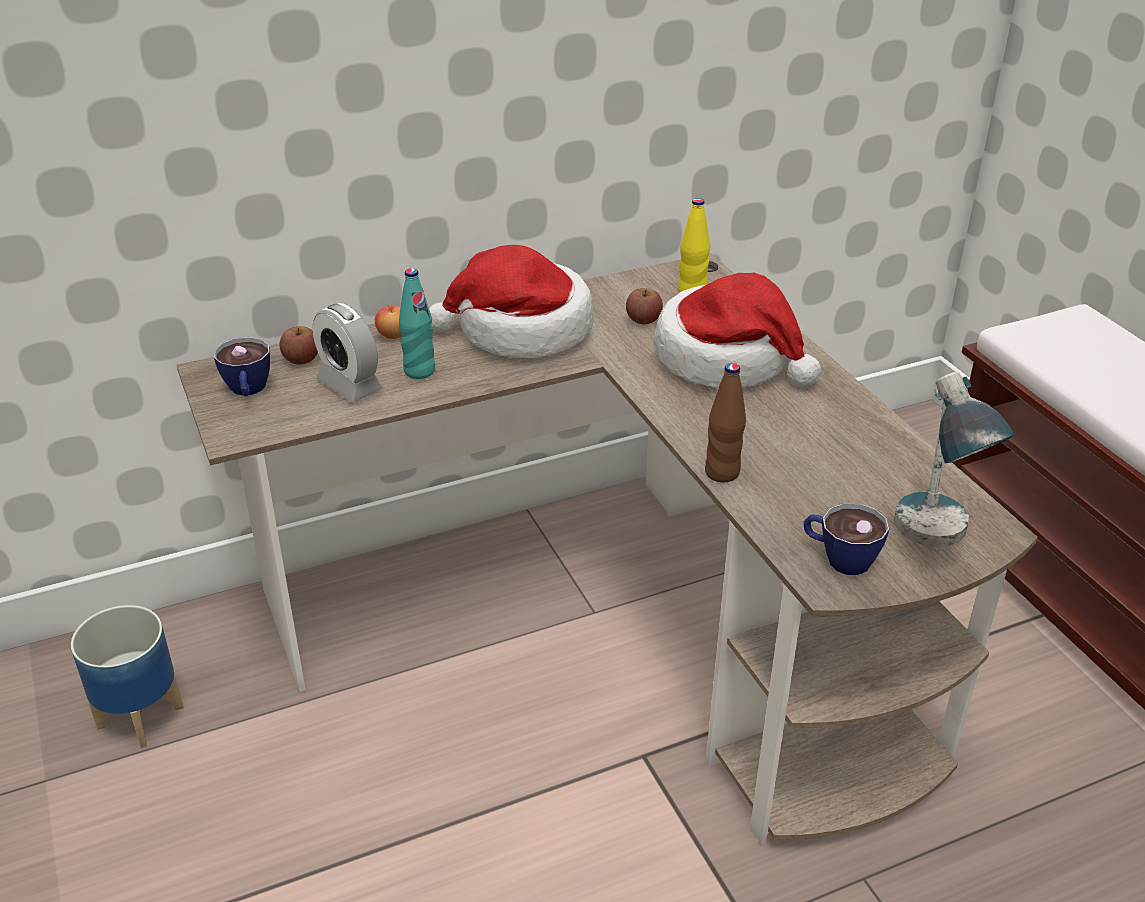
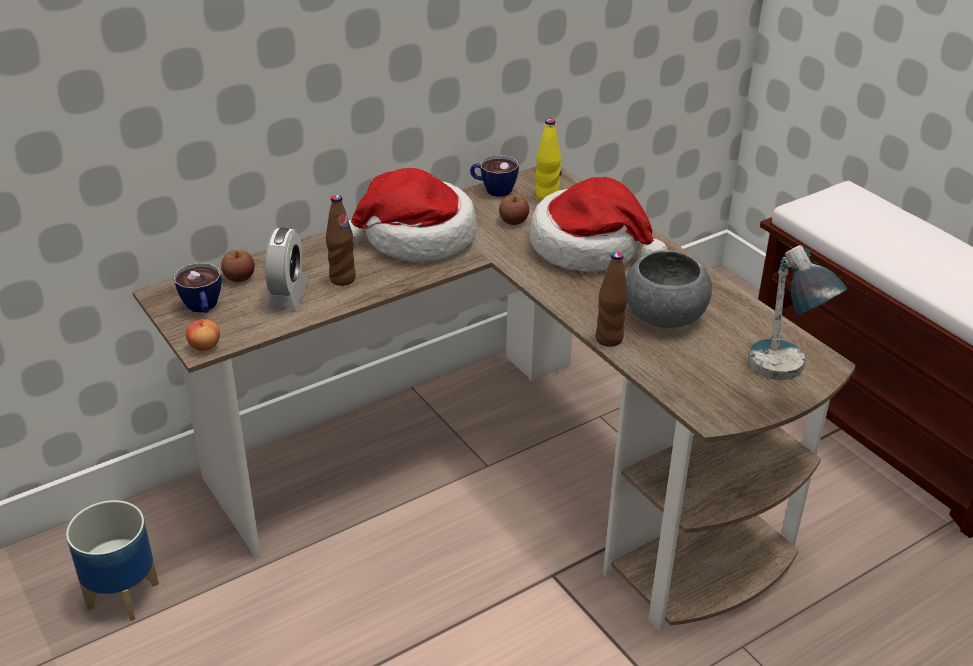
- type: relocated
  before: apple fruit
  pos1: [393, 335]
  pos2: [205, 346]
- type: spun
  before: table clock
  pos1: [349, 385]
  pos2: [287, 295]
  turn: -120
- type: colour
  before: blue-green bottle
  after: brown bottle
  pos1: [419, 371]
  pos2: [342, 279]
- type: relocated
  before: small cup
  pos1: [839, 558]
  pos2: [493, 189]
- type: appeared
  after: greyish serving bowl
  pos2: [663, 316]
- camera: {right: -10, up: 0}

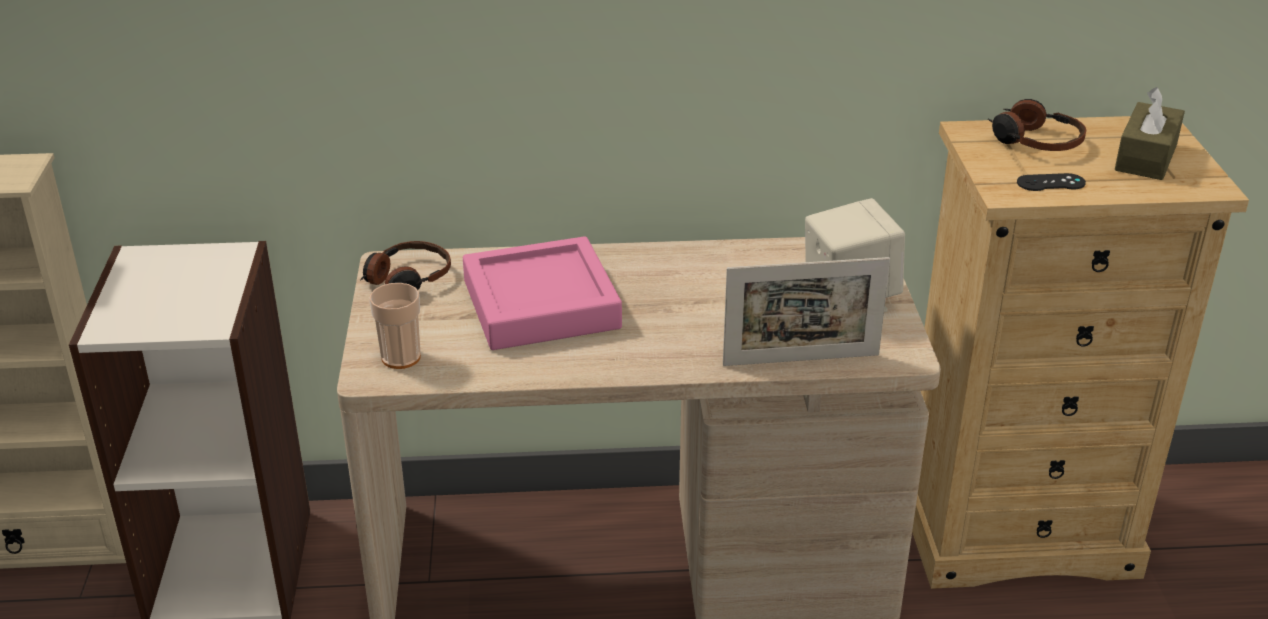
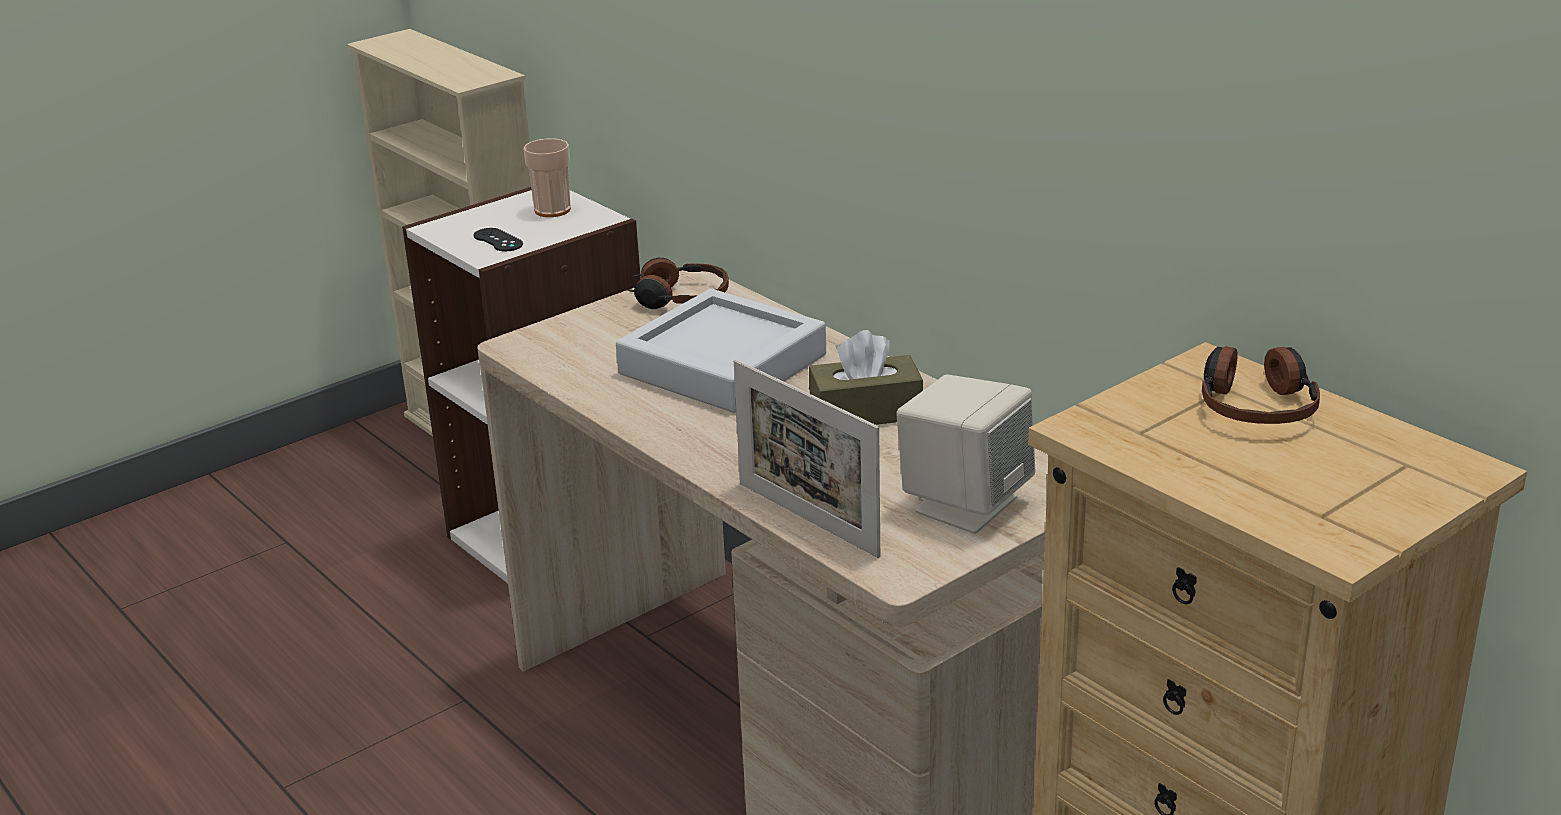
- type: relocated
  before: black game controller
  pos1: [1051, 183]
  pos2: [498, 240]
- type: relocated
  before: small cup
  pos1: [401, 358]
  pos2: [552, 210]
- type: colour
  before: pink carrying tray
  after: greyish carrying tray
  pos1: [541, 304]
  pos2: [722, 364]
- type: relocated
  before: brown tissue box
  pos1: [1146, 157]
  pos2: [865, 412]
- camera: {right: 55, up: -5}

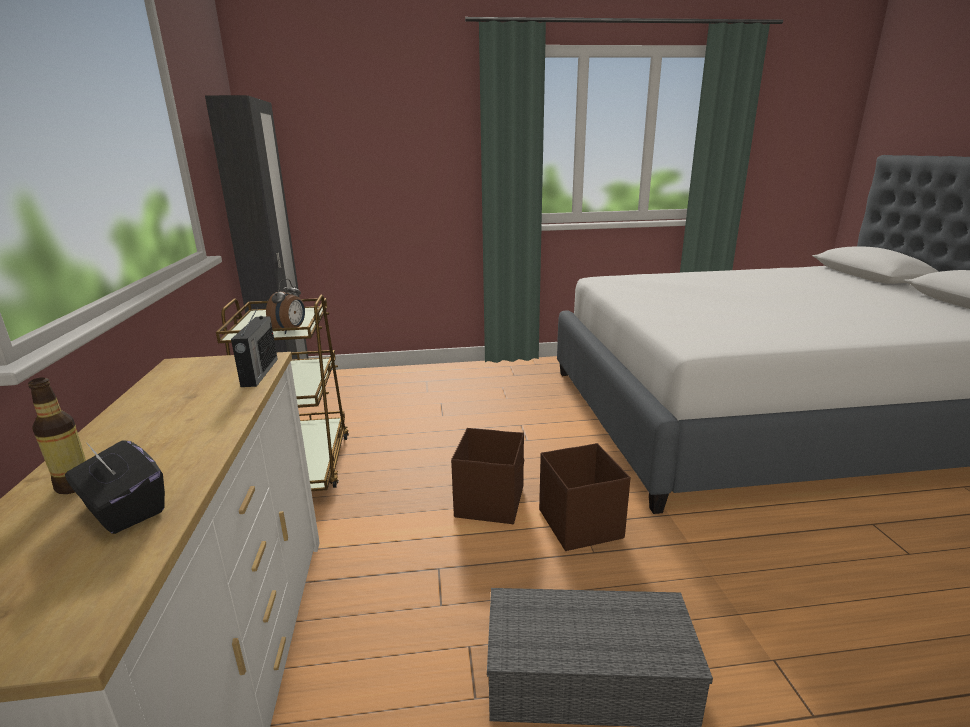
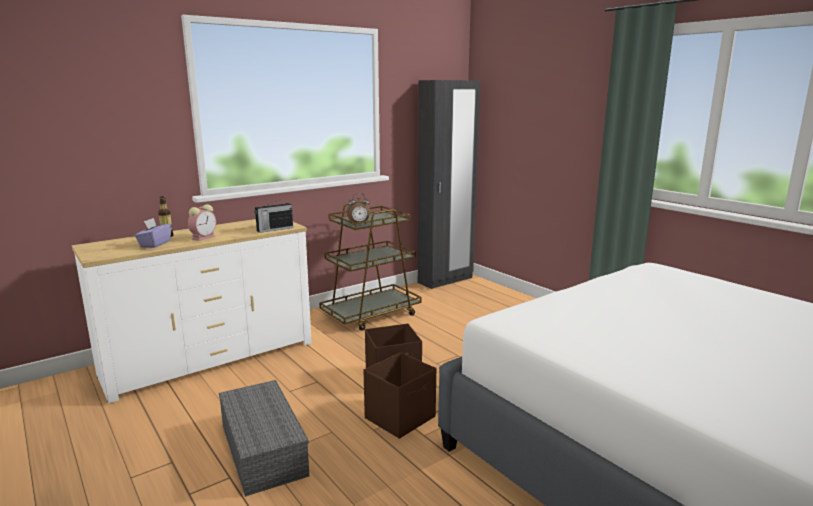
- type: colour
  before: black tissue box
  after: purple tissue box
  pos1: [123, 509]
  pos2: [155, 244]
- type: appeared
  after: table clock
  pos2: [204, 237]
- camera: {right: 60, up: -5}

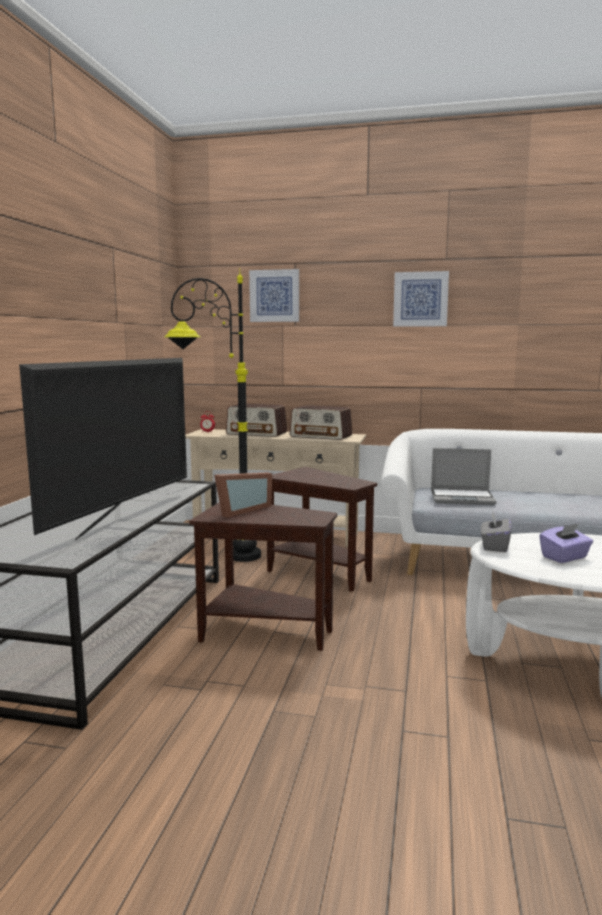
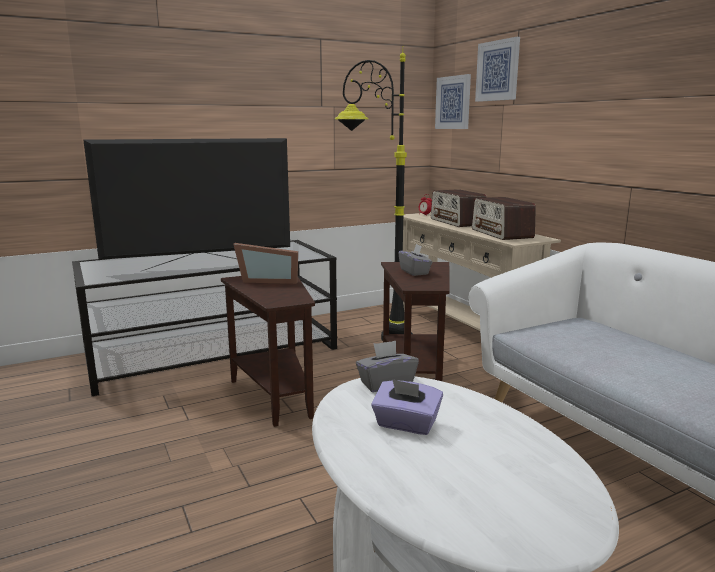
- type: appeared
  after: greyish tissue box
  pos2: [414, 272]
- type: relocated
  before: wall picture
  pos1: [420, 299]
  pos2: [453, 102]
- type: missing
  before: notebook computer
  pos1: [463, 498]
- camera: {right: 50, up: 5}

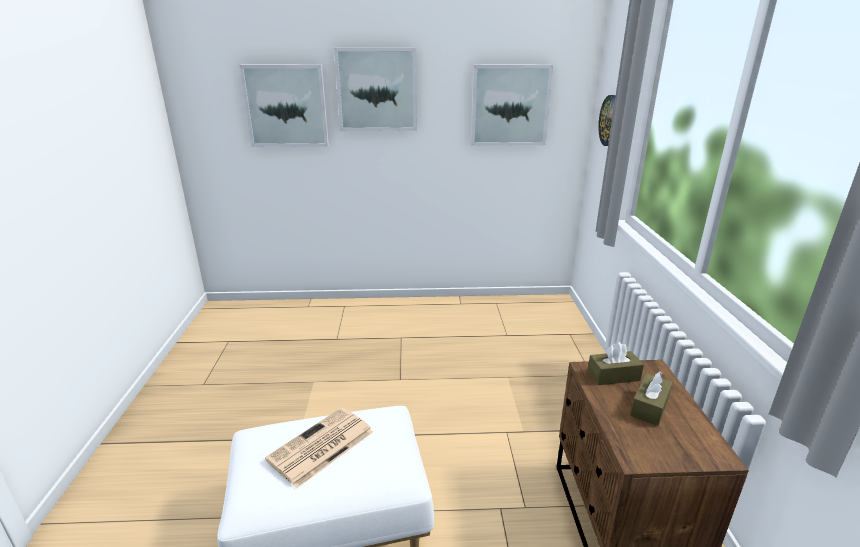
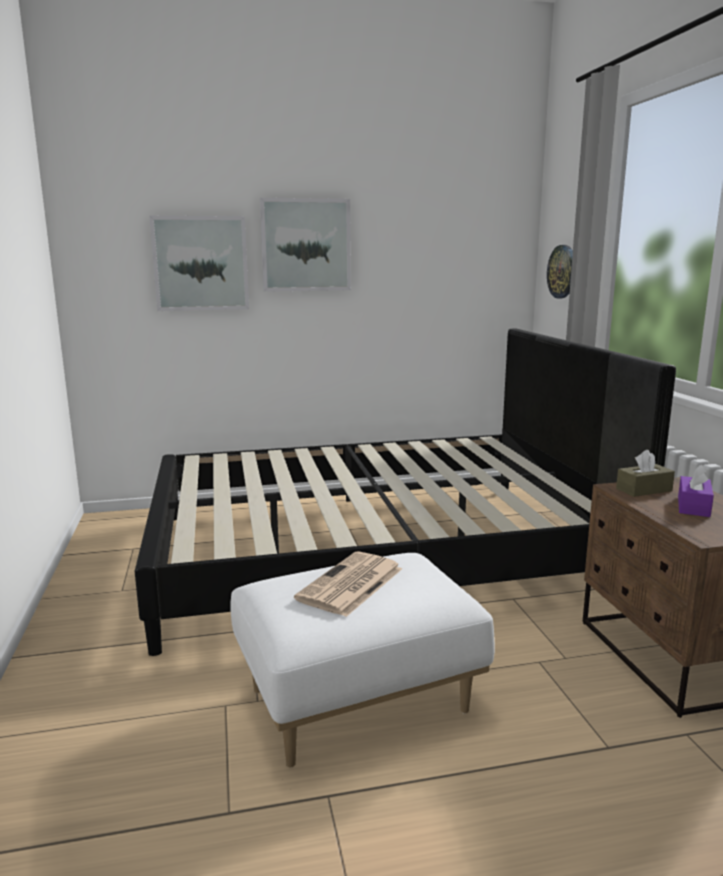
- type: appeared
  after: black sleeping bed
  pos2: [376, 552]
- type: colour
  before: brown tissue box
  after: purple tissue box
  pos1: [649, 407]
  pos2: [693, 506]
- type: missing
  before: wall picture
  pos1: [509, 105]
- camera: {right: -10, up: -10}

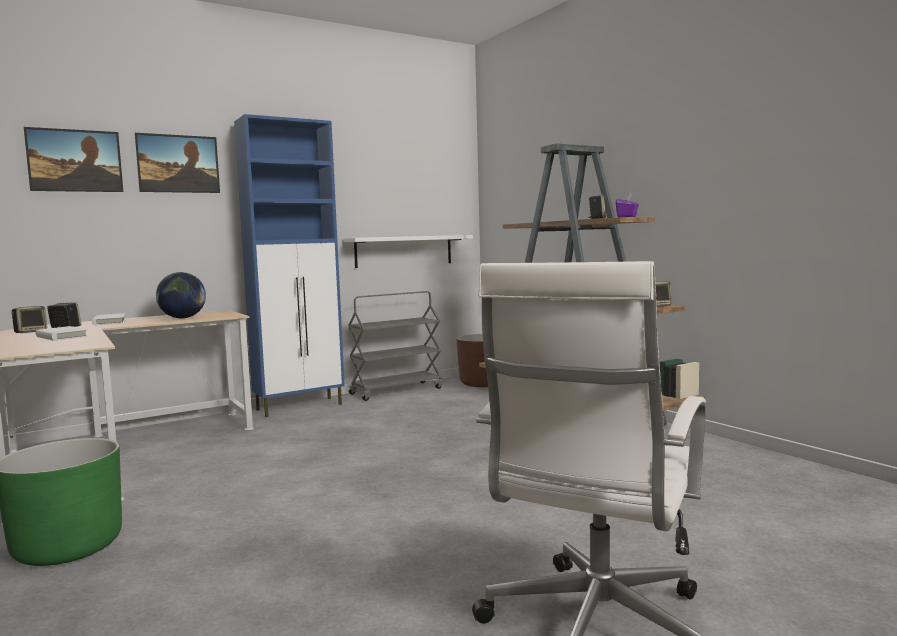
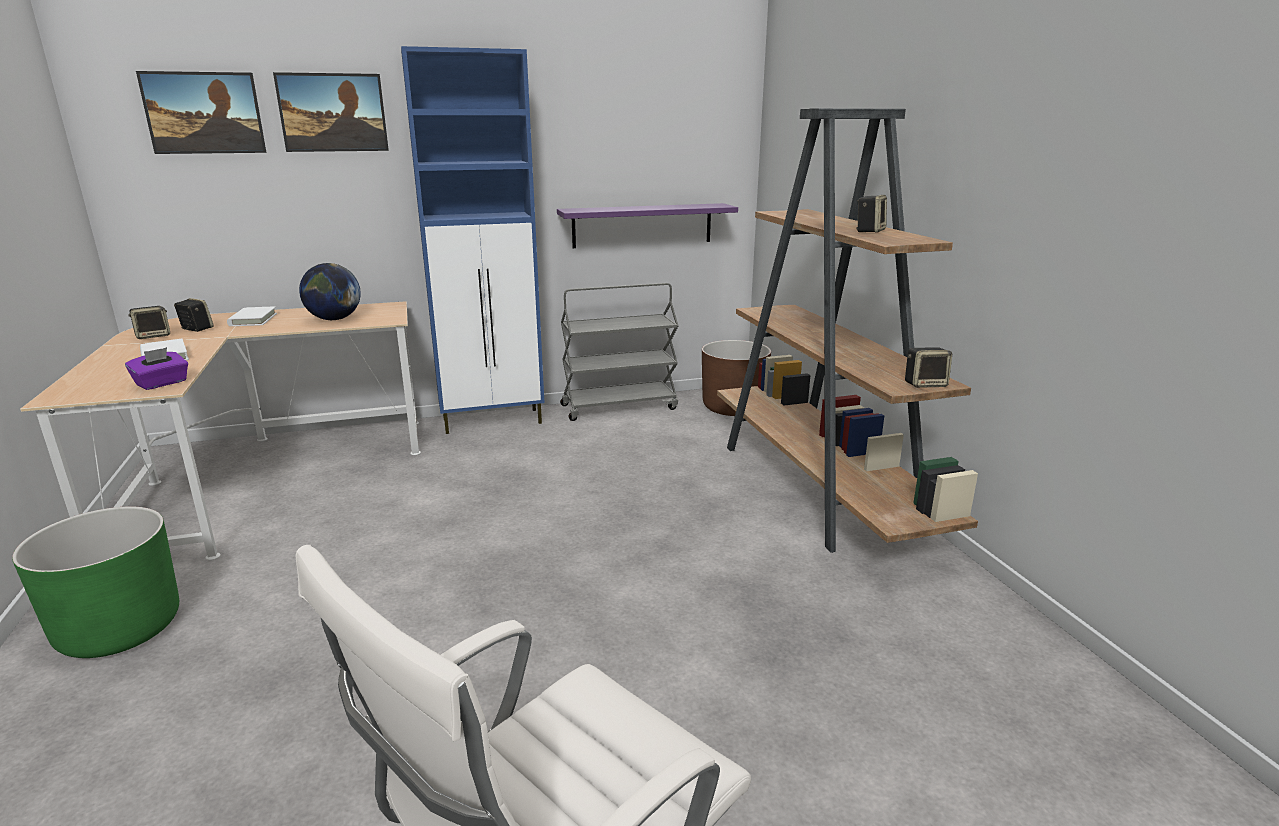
- type: relocated
  before: purple tissue box
  pos1: [627, 217]
  pos2: [162, 383]
- type: colour
  before: white-coloured bracket shelf
  after: purple bracket shelf
  pos1: [404, 251]
  pos2: [642, 225]
- camera: {right: 15, up: 15}

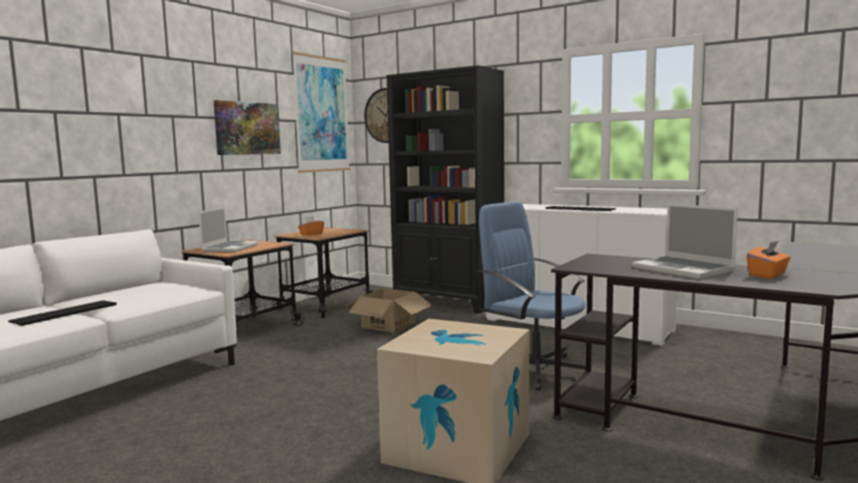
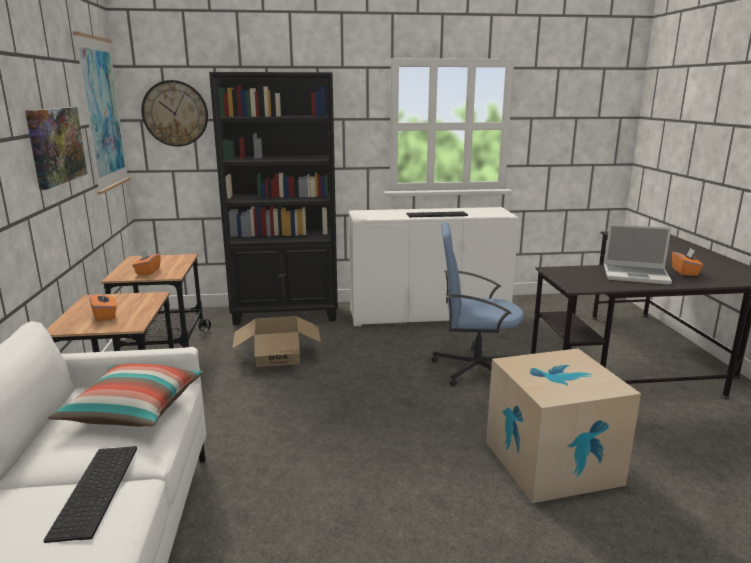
- type: appeared
  after: cushion
  pos2: [134, 410]
- type: exchanged
  before: notebook computer
  after: orange tissue box
  pos1: [230, 248]
  pos2: [105, 316]
- camera: {right: -40, up: 10}

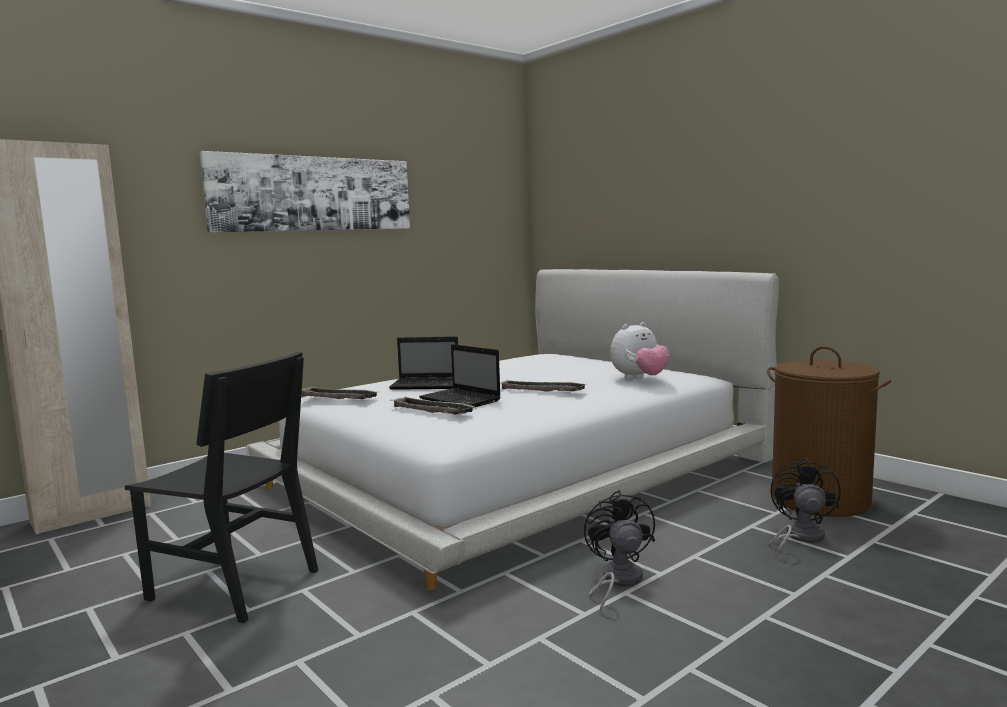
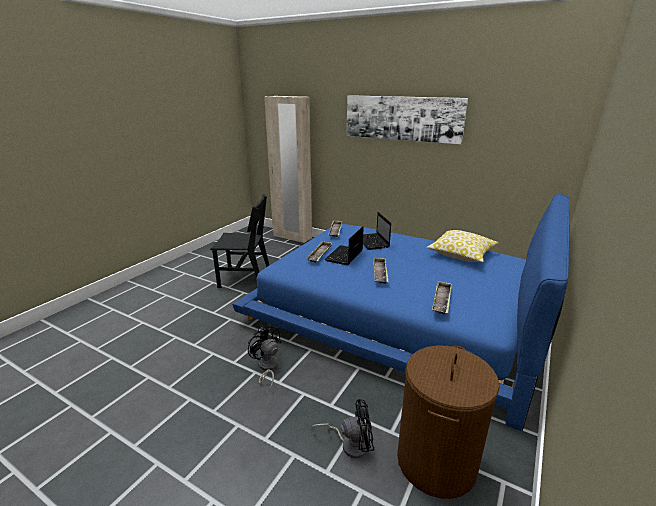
- type: spun
  before: black chair
  pos1: [234, 585]
  pos2: [245, 279]
  turn: -90
- type: colour
  before: white-coloured sleeping bed
  after: bluish sleeping bed
  pos1: [519, 471]
  pos2: [398, 312]
- type: spun
  before: black electric fan
  pos1: [617, 580]
  pos2: [267, 368]
  turn: -105
- type: appeared
  after: cushion
  pos2: [461, 254]
- type: exchanged
  before: plush toy
  after: carrying tray
  pos1: [639, 378]
  pos2: [441, 300]
- camera: {right: 70, up: 15}

